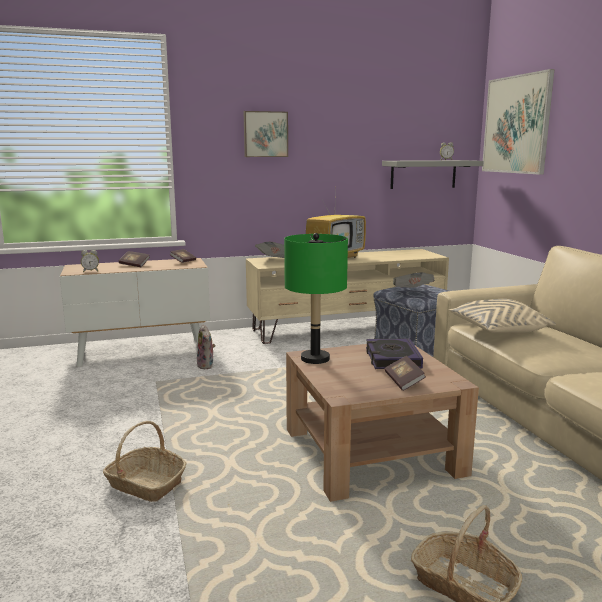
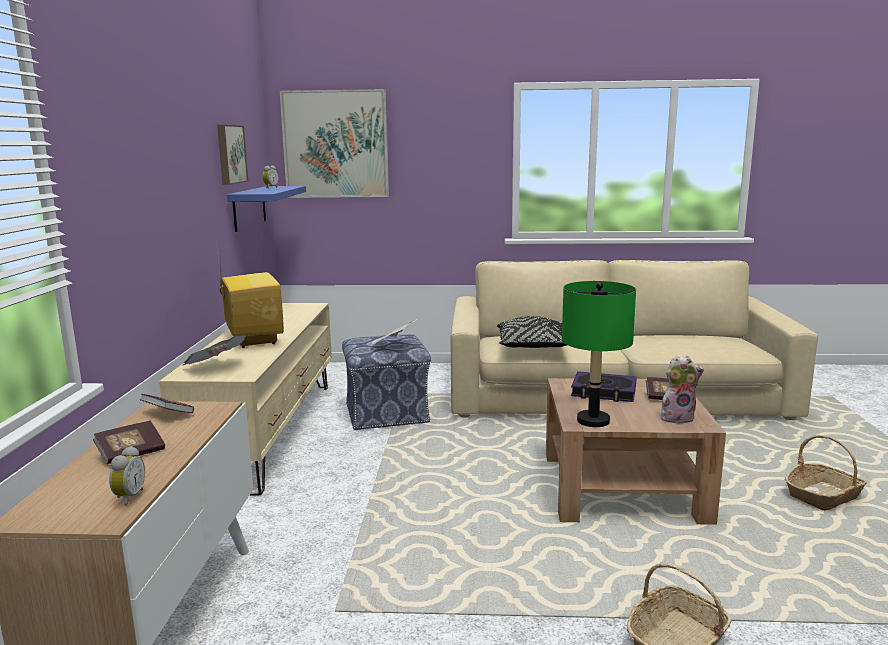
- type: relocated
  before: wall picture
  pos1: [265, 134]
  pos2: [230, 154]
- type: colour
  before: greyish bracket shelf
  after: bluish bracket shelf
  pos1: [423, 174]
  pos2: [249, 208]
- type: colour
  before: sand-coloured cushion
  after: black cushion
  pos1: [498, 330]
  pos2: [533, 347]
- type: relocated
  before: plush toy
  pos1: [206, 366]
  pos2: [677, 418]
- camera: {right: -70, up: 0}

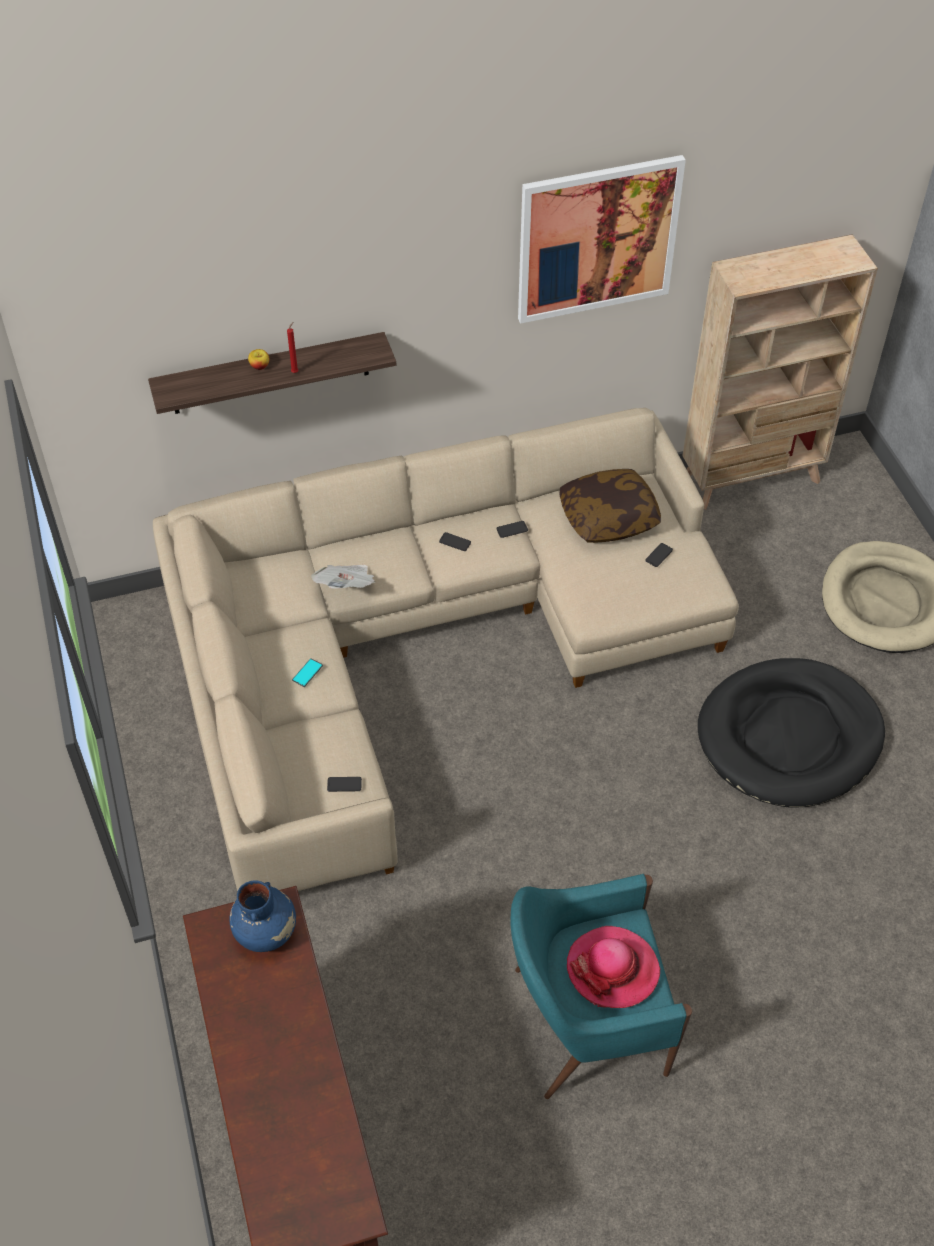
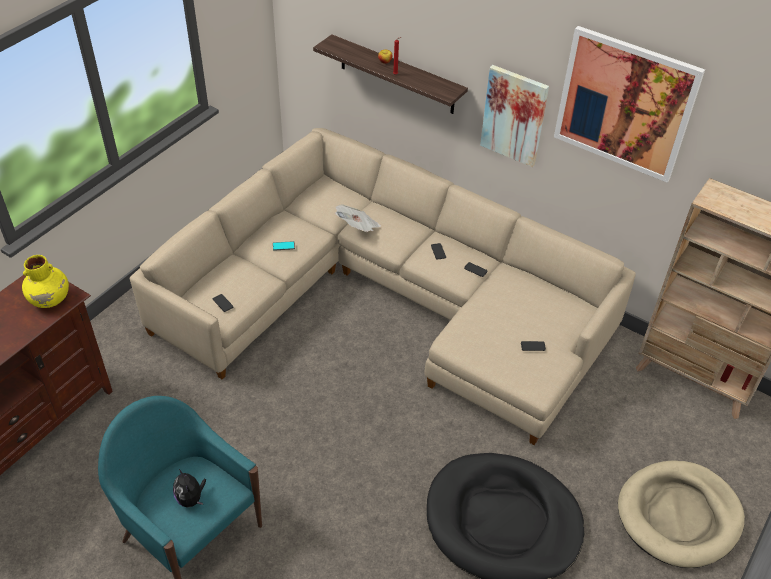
- type: colour
  before: bluish flower vase
  after: yellow-coloured flower vase
  pos1: [266, 931]
  pos2: [50, 299]
- type: exchanged
  before: wearable hat
  after: plush toy
  pos1: [612, 969]
  pos2: [191, 498]
- type: appeared
  after: wall picture
  pos2: [514, 115]
- type: missing
  before: cushion
  pos1: [608, 517]
- camera: {right: 50, up: -5}

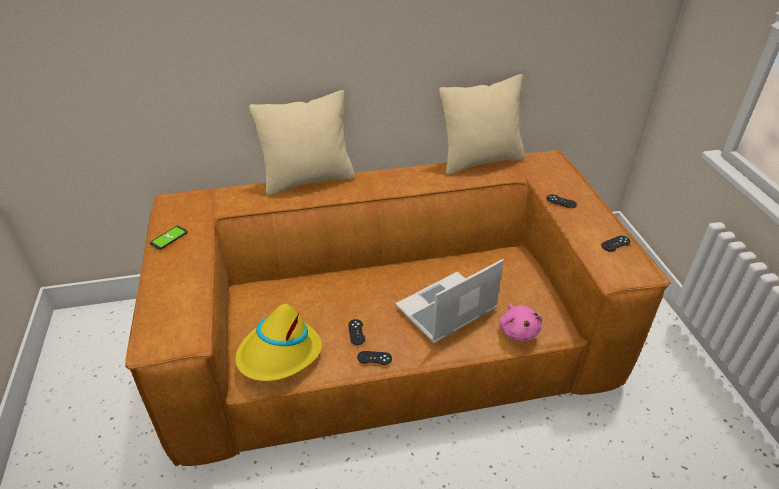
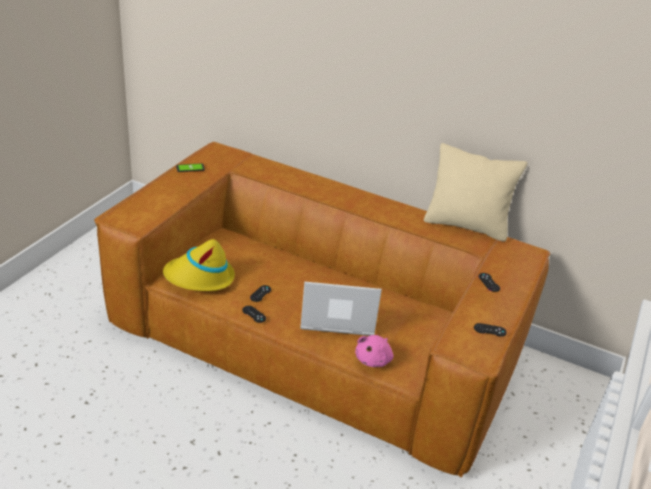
- type: missing
  before: sand-coloured cushion
  pos1: [308, 179]
- camera: {right: 35, up: -5}

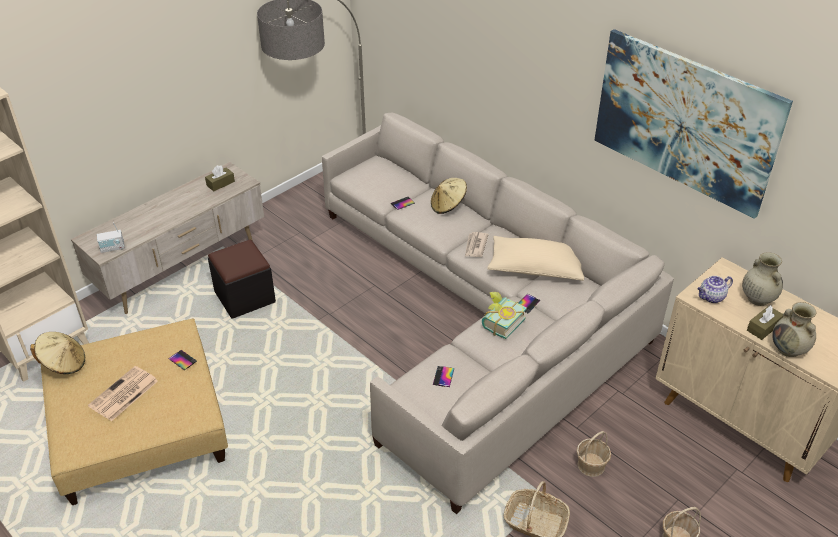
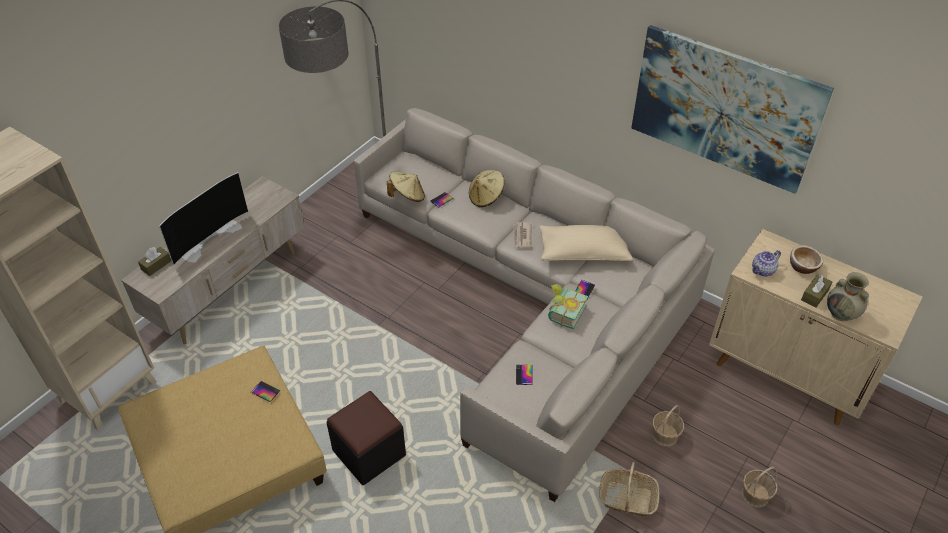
- type: relocated
  before: brown tissue box
  pos1: [220, 183]
  pos2: [156, 265]
- type: appeared
  after: TV set
  pos2: [209, 238]
- type: relocated
  before: black footrest
  pos1: [245, 297]
  pos2: [369, 452]
- type: relocated
  before: sand-coloured wearable hat
  pos1: [63, 363]
  pos2: [407, 196]
- type: exchanged
  before: sand-coloured flower vase
  after: serving bowl
  pos1: [757, 298]
  pos2: [803, 266]
- type: missing
  before: printed paper
  pos1: [123, 394]
- type: missing
  before: radio receiver
  pos1: [112, 248]
- camera: {right: -10, up: 5}

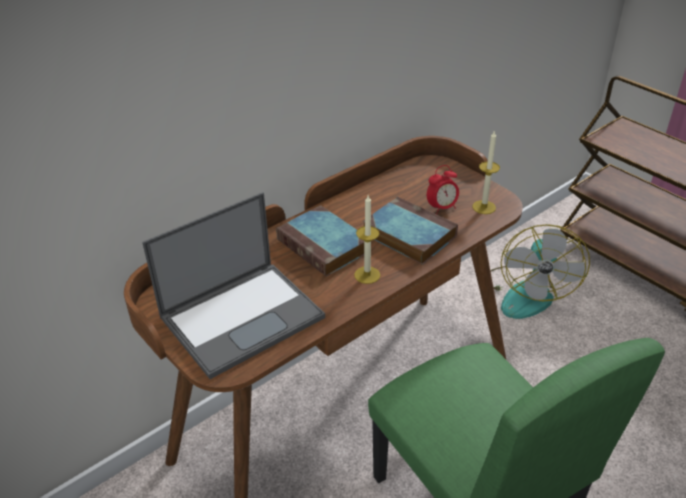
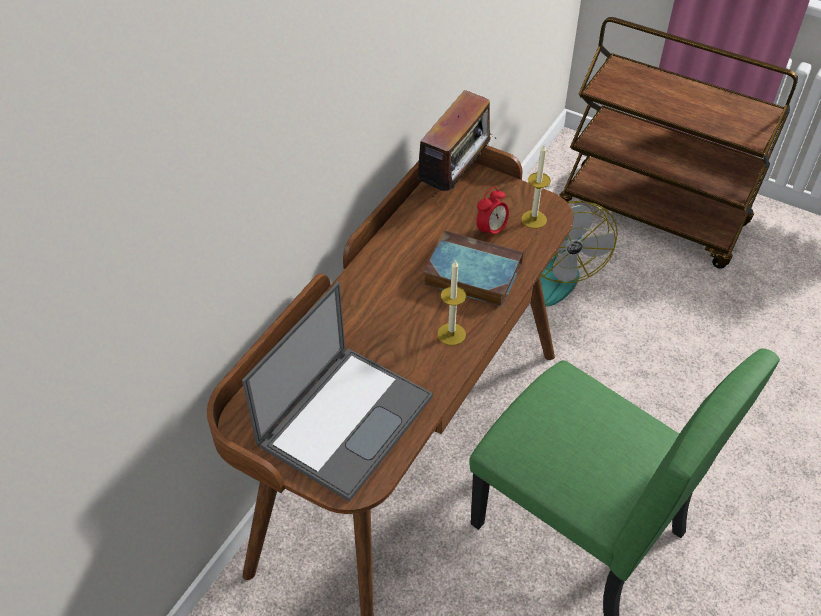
- type: appeared
  after: radio receiver
  pos2: [455, 180]
- type: missing
  before: bound book
  pos1: [325, 246]
- camera: {right: -20, up: 10}

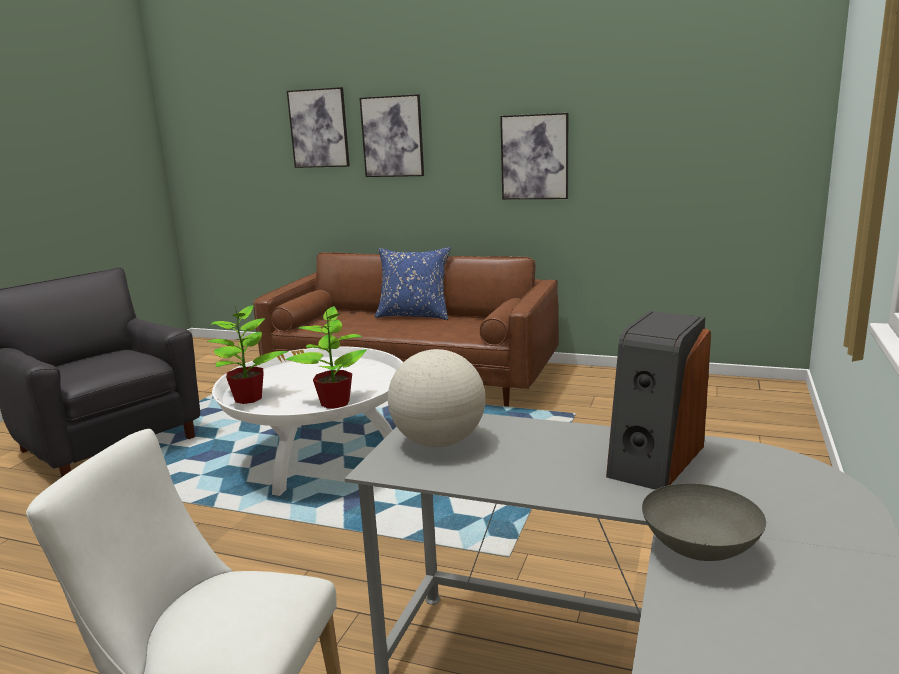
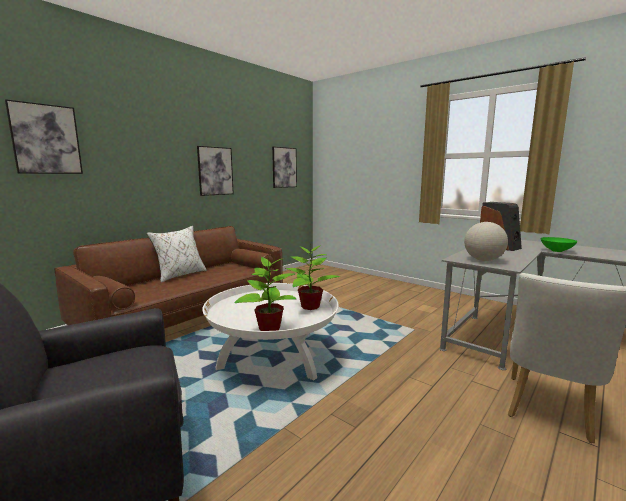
- type: colour
  before: bluish cushion
  after: white-coloured cushion
  pos1: [414, 316]
  pos2: [180, 275]
- type: relocated
  before: wall picture
  pos1: [392, 136]
  pos2: [284, 167]
- type: colour
  before: greyish serving bowl
  after: green-coloured serving bowl
  pos1: [701, 550]
  pos2: [556, 250]
- camera: {right: -70, up: -5}

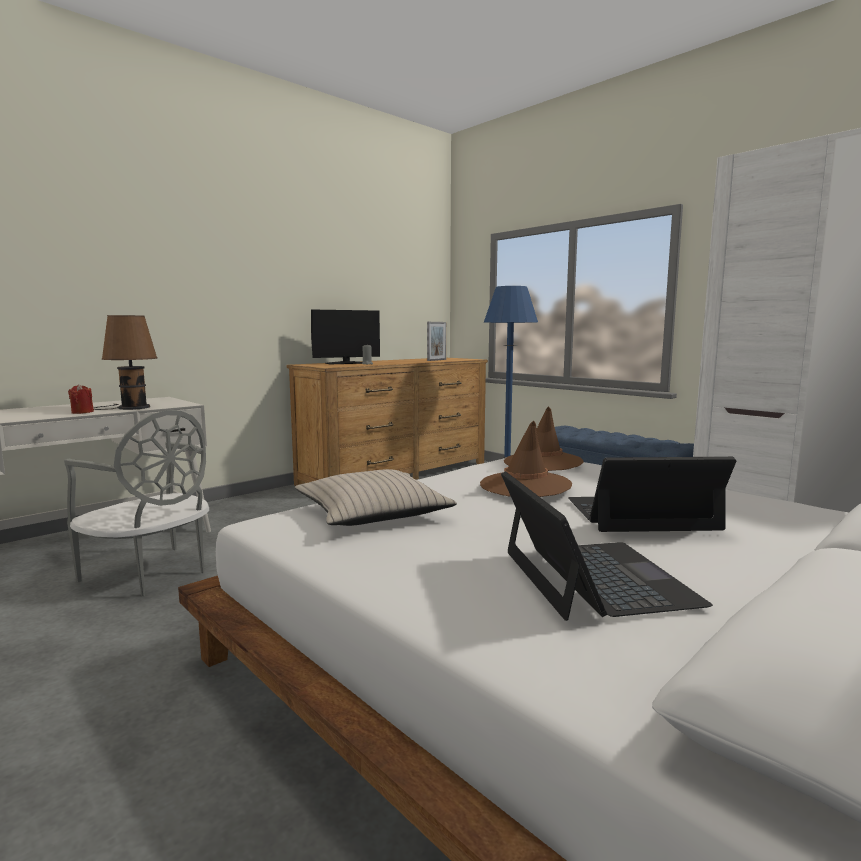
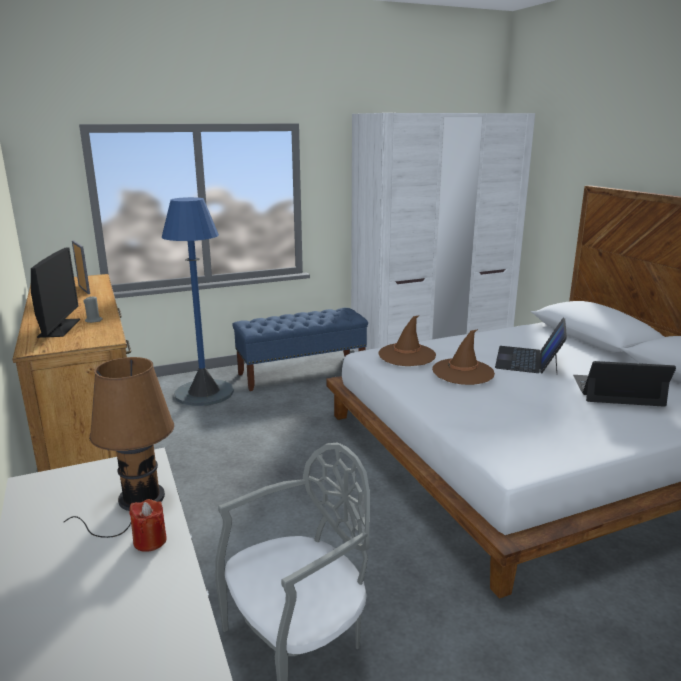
- type: missing
  before: sand-coloured cushion
  pos1: [373, 513]
- camera: {right: -70, up: 10}

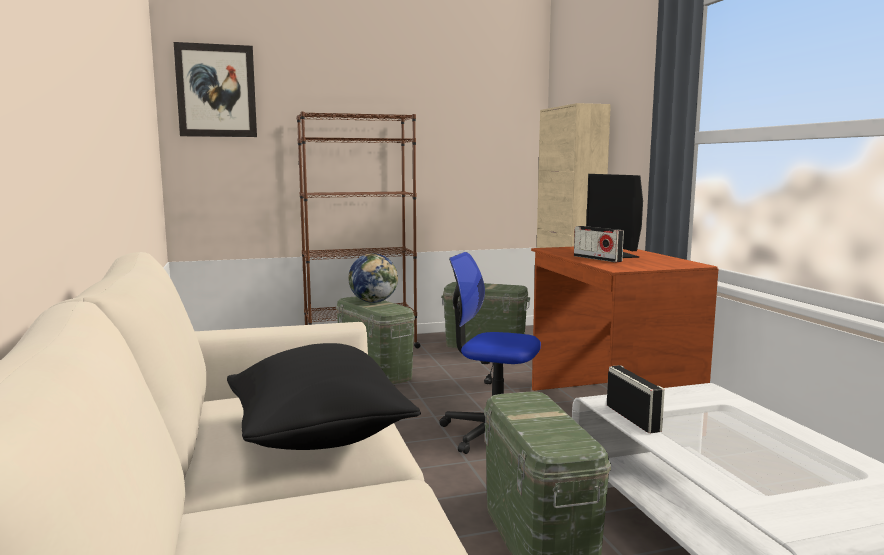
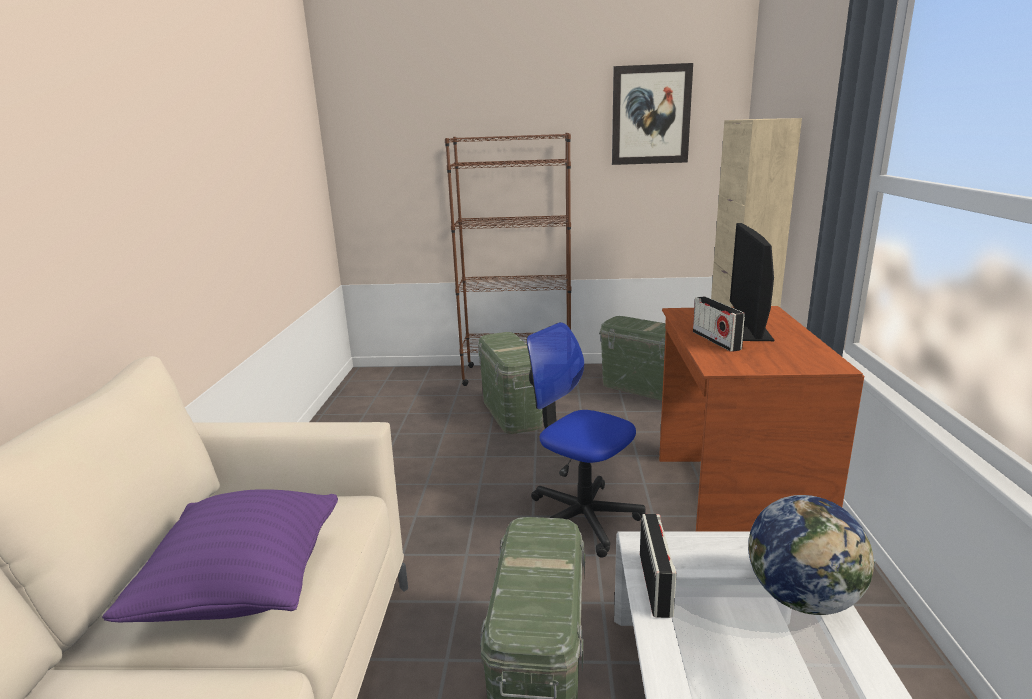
- type: colour
  before: black cushion
  after: purple cushion
  pos1: [318, 438]
  pos2: [245, 589]
- type: relocated
  before: wall picture
  pos1: [216, 91]
  pos2: [650, 115]
- type: relocated
  before: desk globe
  pos1: [374, 302]
  pos2: [802, 598]
- camera: {right: 20, up: 10}

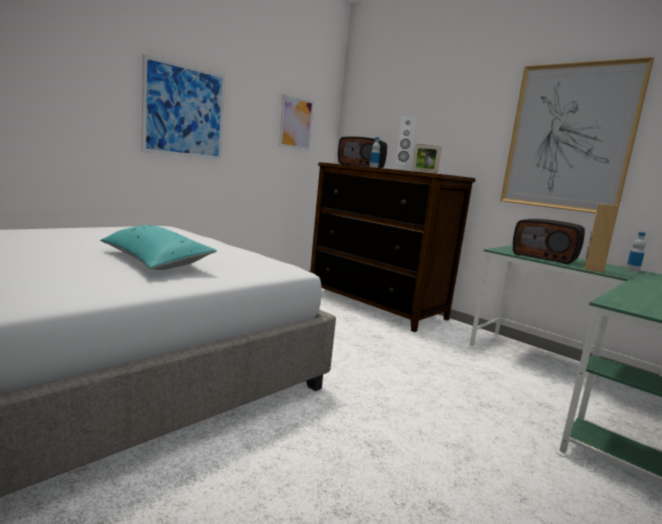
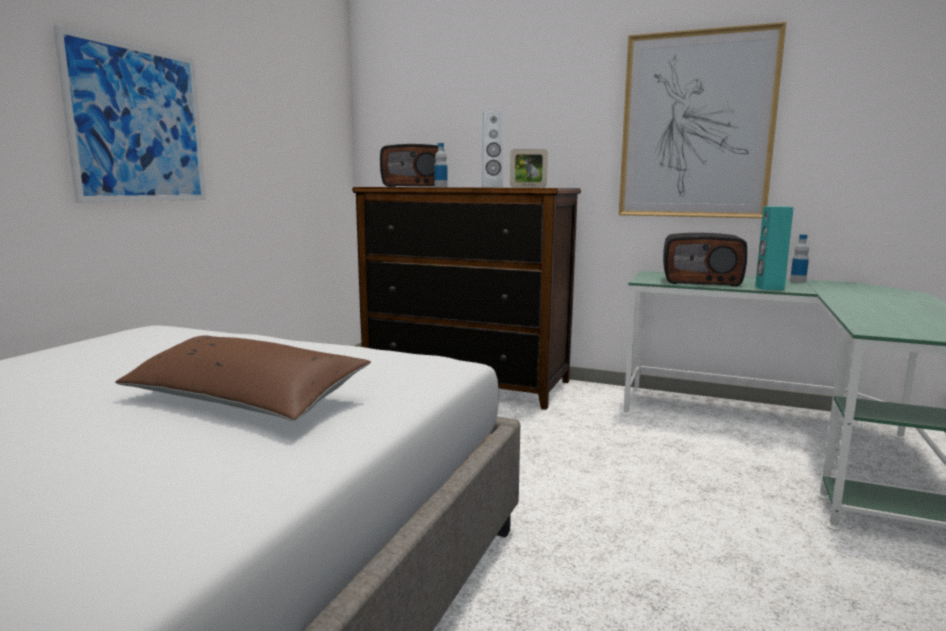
- type: colour
  before: blue-green cushion
  after: brown cushion
  pos1: [155, 260]
  pos2: [245, 399]
- type: colour
  before: brown loudspeaker
  after: blue-green loudspeaker
  pos1: [593, 269]
  pos2: [769, 288]
- type: missing
  before: wall picture
  pos1: [296, 123]
- camera: {right: -20, up: 0}

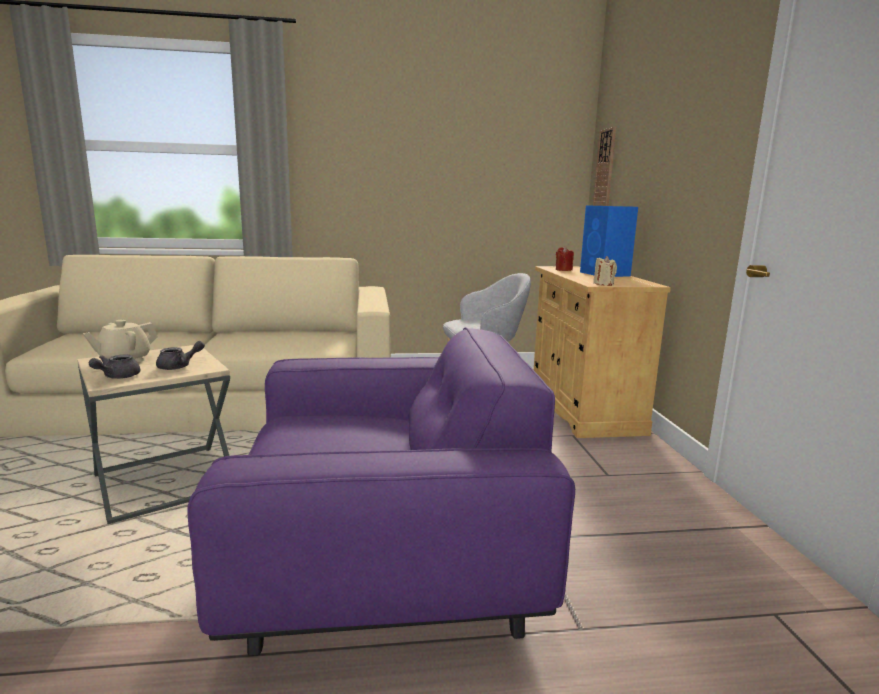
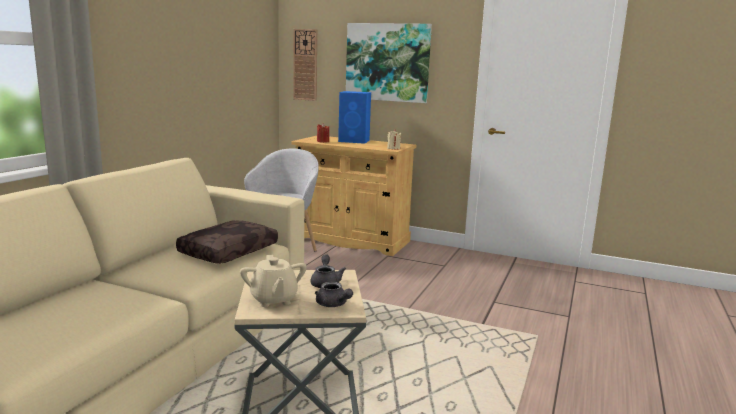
- type: appeared
  after: brown cushion
  pos2: [228, 251]
- type: appeared
  after: wall picture
  pos2: [387, 62]
- type: missing
  before: purple armchair
  pos1: [385, 559]
- camera: {right: -60, up: 0}

